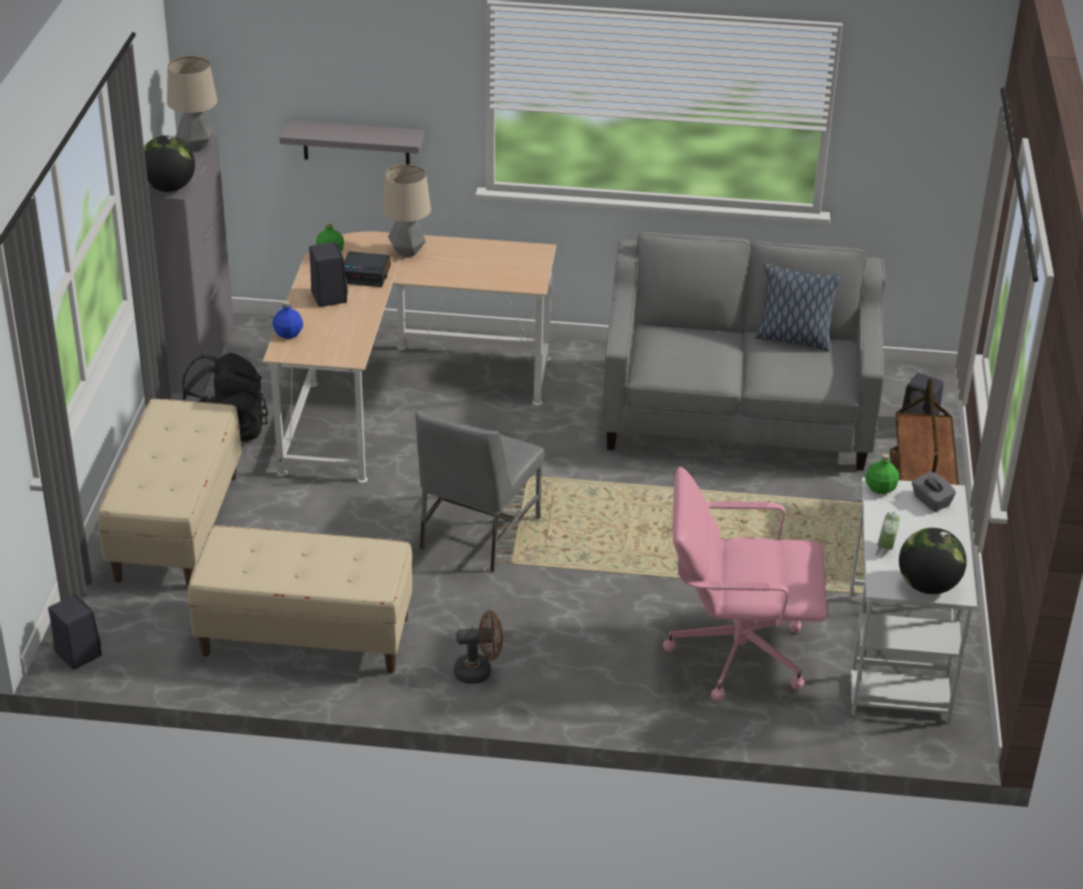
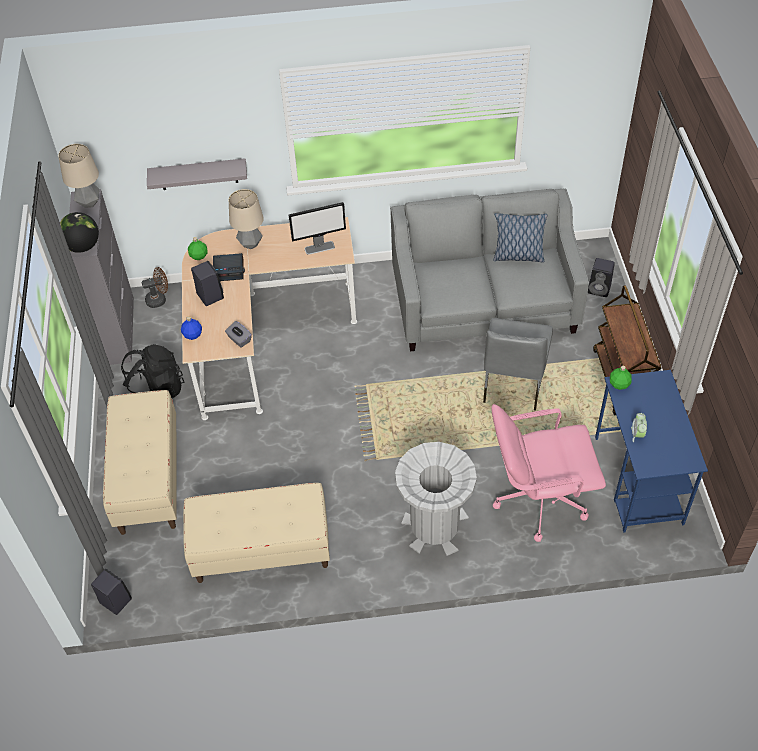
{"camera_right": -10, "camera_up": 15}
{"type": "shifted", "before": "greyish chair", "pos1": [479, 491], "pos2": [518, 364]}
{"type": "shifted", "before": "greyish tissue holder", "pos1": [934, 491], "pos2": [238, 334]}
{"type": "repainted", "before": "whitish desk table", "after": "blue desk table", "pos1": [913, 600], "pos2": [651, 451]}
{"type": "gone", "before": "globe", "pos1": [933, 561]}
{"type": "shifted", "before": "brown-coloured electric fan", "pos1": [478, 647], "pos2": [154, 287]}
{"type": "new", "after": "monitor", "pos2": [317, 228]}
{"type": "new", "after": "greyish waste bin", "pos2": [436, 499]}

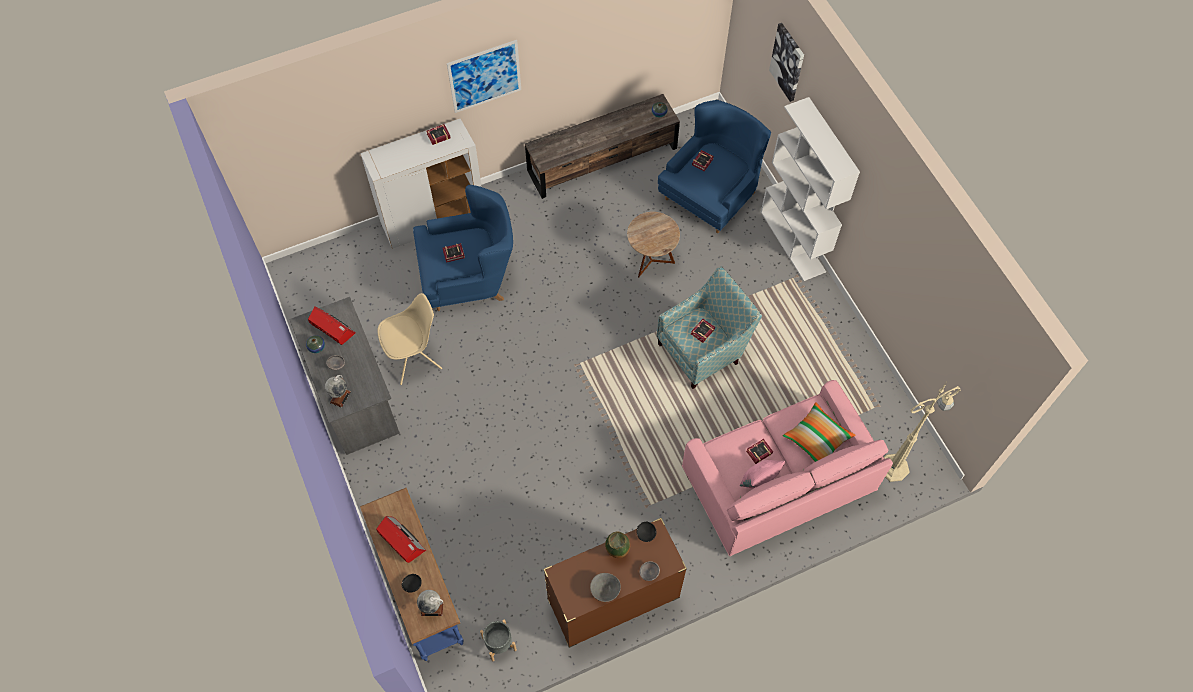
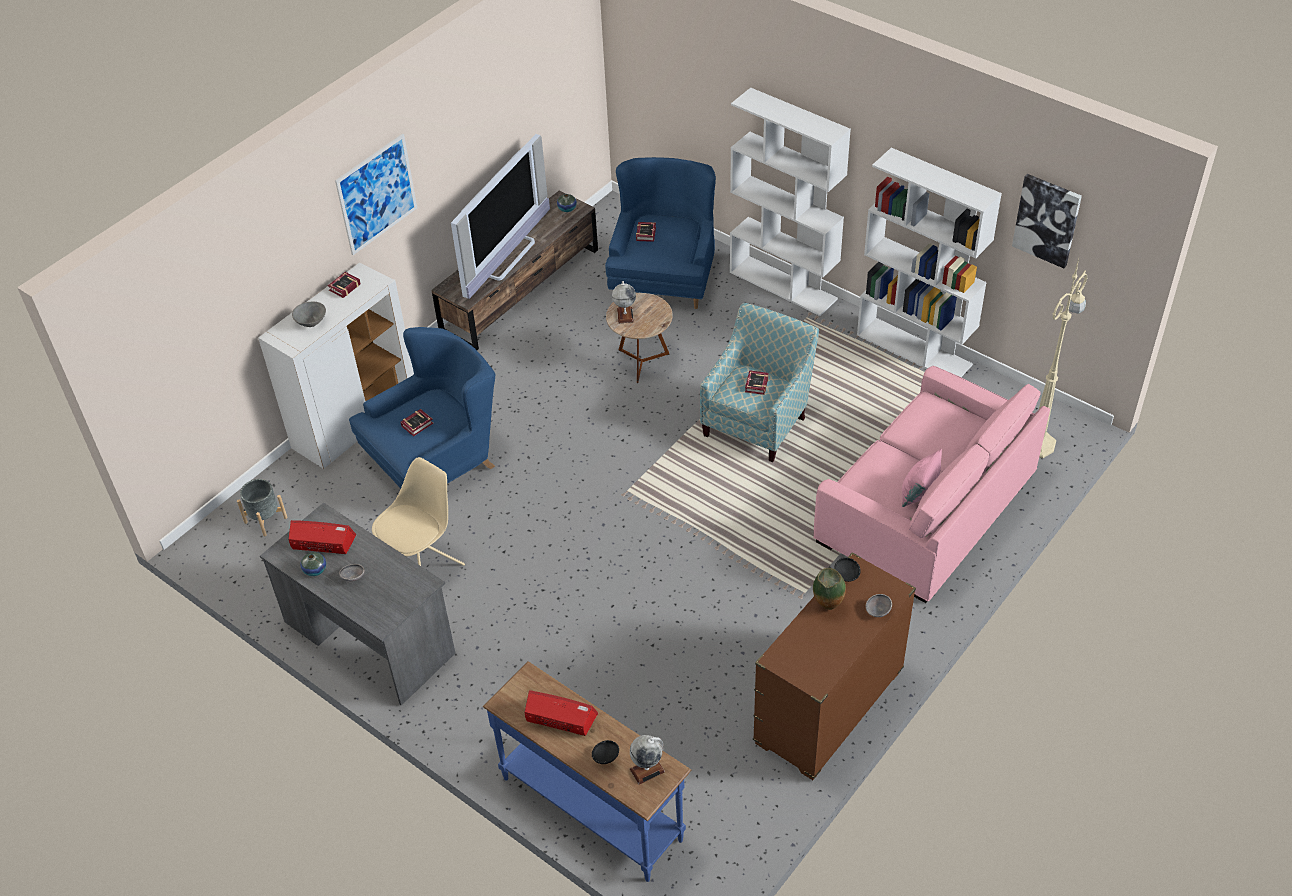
{"camera_right": -25, "camera_up": -15}
{"type": "shifted", "before": "wall picture", "pos1": [786, 62], "pos2": [1047, 221]}
{"type": "shifted", "before": "globe", "pos1": [338, 391], "pos2": [624, 302]}
{"type": "gone", "before": "throw pillow", "pos1": [819, 432]}
{"type": "gone", "before": "volume", "pos1": [759, 451]}
{"type": "shifted", "before": "greyish serving bowl", "pos1": [605, 587], "pos2": [309, 314]}
{"type": "shifted", "before": "greyish flower pot", "pos1": [498, 640], "pos2": [262, 508]}
{"type": "new", "after": "TV", "pos2": [500, 216]}
{"type": "new", "after": "whitish bookshelf", "pos2": [929, 262]}

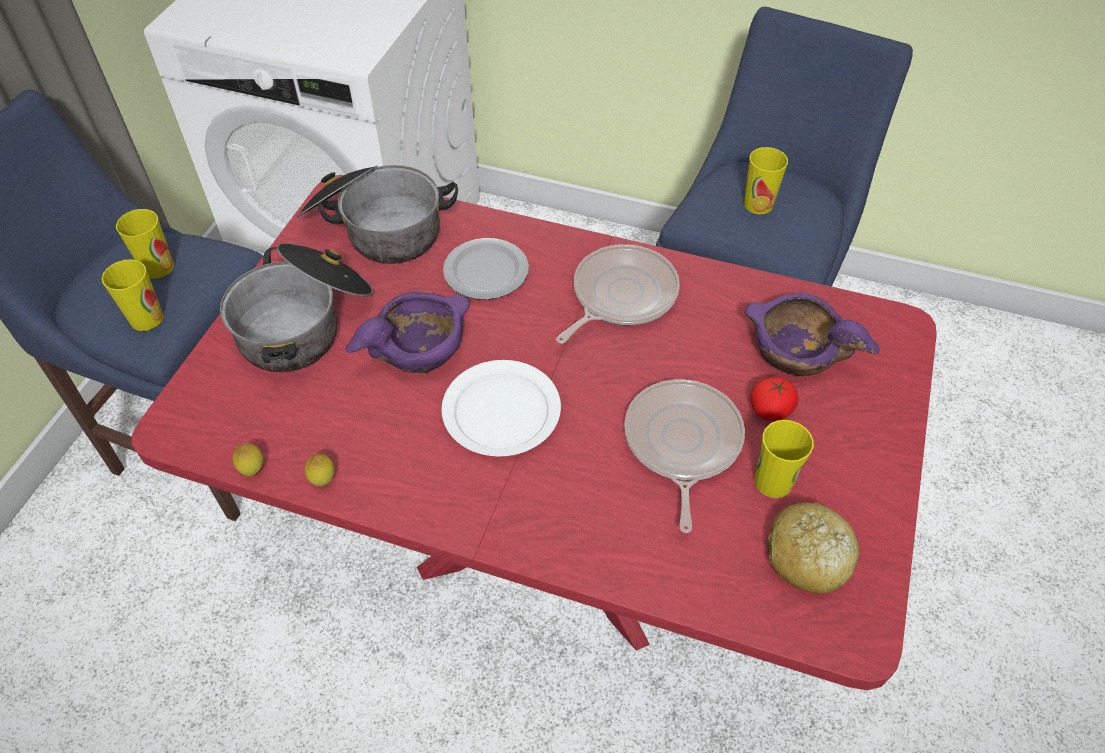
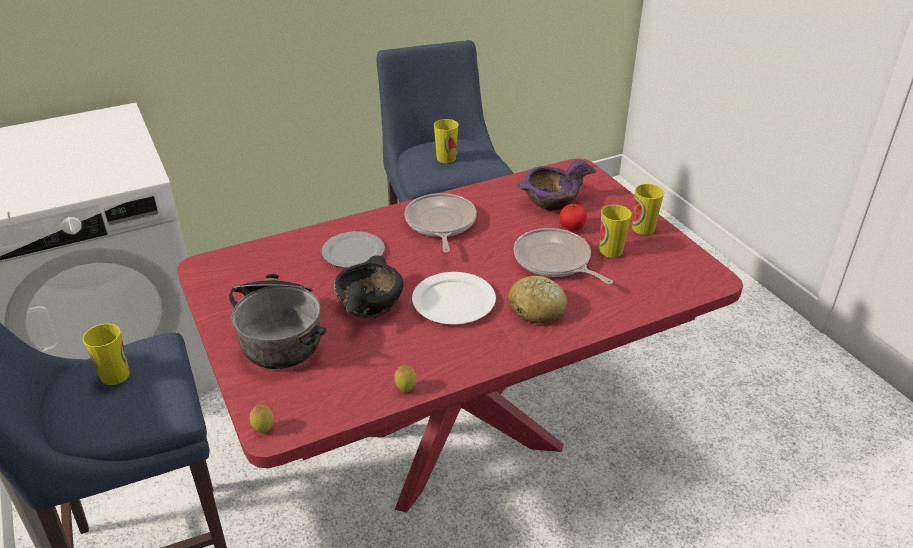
{"camera_right": -45, "camera_up": -15}
{"type": "gone", "before": "stockpot", "pos1": [377, 214]}
{"type": "shifted", "before": "drinking cup", "pos1": [133, 295], "pos2": [648, 209]}
{"type": "repainted", "before": "purple-coloured serving bowl", "after": "blackish serving bowl", "pos1": [407, 332], "pos2": [368, 287]}
{"type": "shifted", "before": "whole lemon", "pos1": [248, 459], "pos2": [262, 419]}
{"type": "shifted", "before": "baked bread", "pos1": [813, 548], "pos2": [537, 299]}

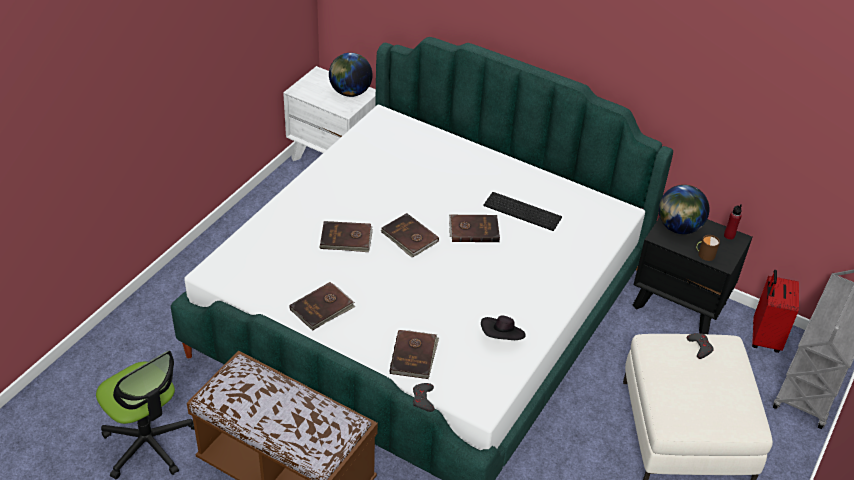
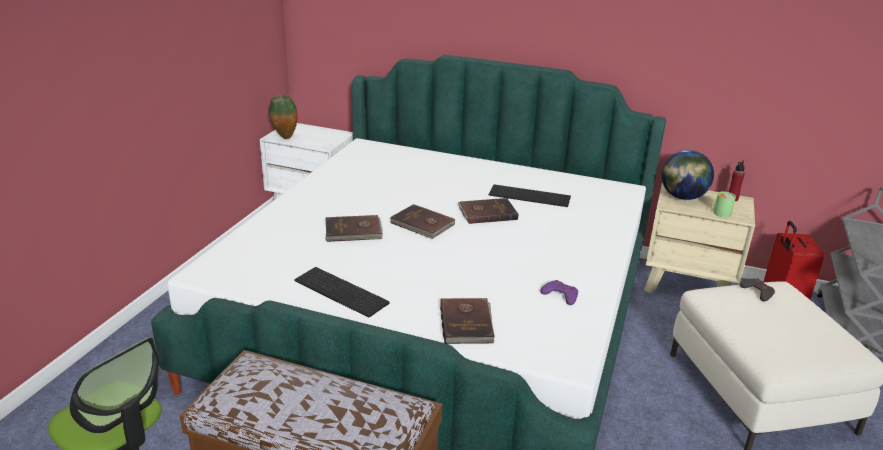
{"camera_right": -10, "camera_up": -15}
{"type": "gone", "before": "globe", "pos1": [351, 75]}
{"type": "repainted", "before": "blackish night table", "after": "sand-coloured night table", "pos1": [692, 275], "pos2": [699, 238]}
{"type": "repainted", "before": "brown-coloured mug", "after": "green mug", "pos1": [708, 248], "pos2": [723, 204]}
{"type": "swapped", "before": "brown-coloured volume", "after": "PC keyboard", "pos1": [322, 306], "pos2": [342, 292]}
{"type": "swapped", "before": "blackish hat", "after": "purple-coloured gamepad", "pos1": [503, 327], "pos2": [559, 292]}
{"type": "gone", "before": "greyish gamepad", "pos1": [423, 397]}
{"type": "new", "after": "vase", "pos2": [283, 117]}

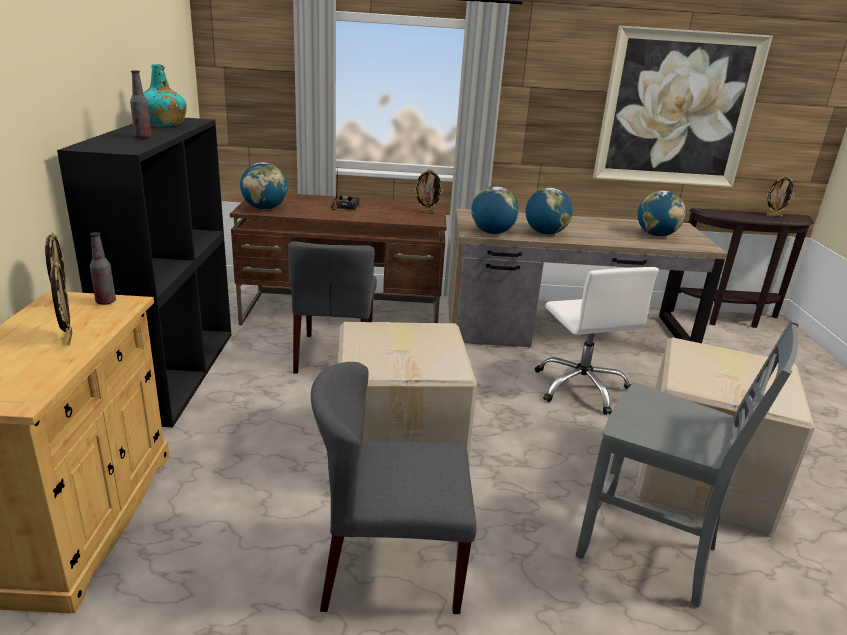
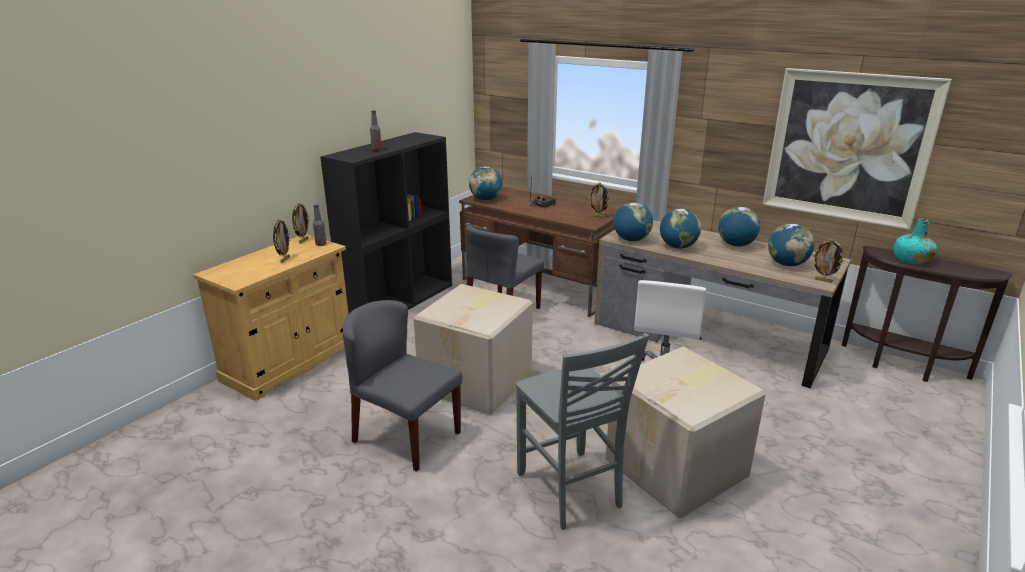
{"camera_right": 35, "camera_up": 0}
{"type": "shifted", "before": "blue-green drink bottle", "pos1": [165, 95], "pos2": [915, 242]}
{"type": "shifted", "before": "photo frame", "pos1": [780, 196], "pos2": [828, 261]}
{"type": "new", "after": "globe", "pos2": [739, 226]}

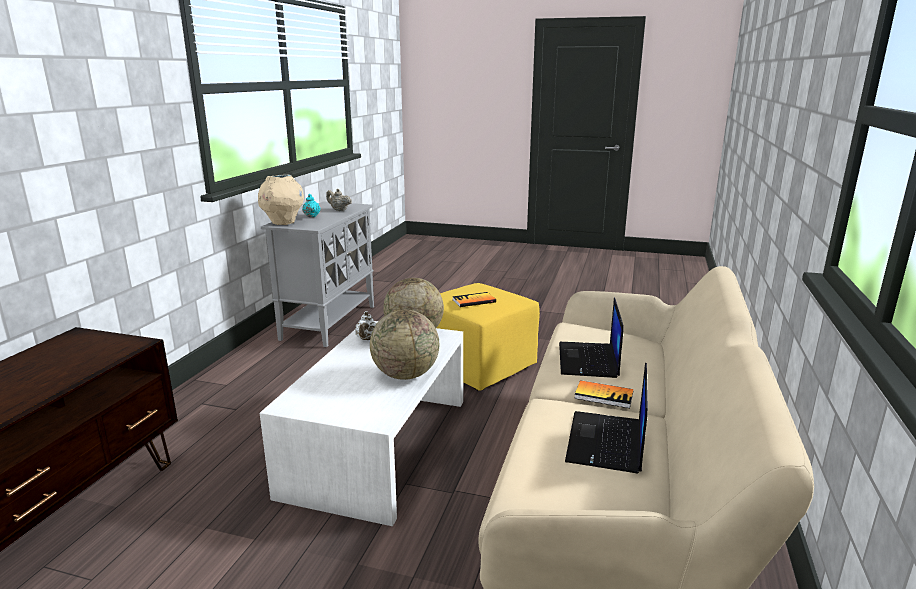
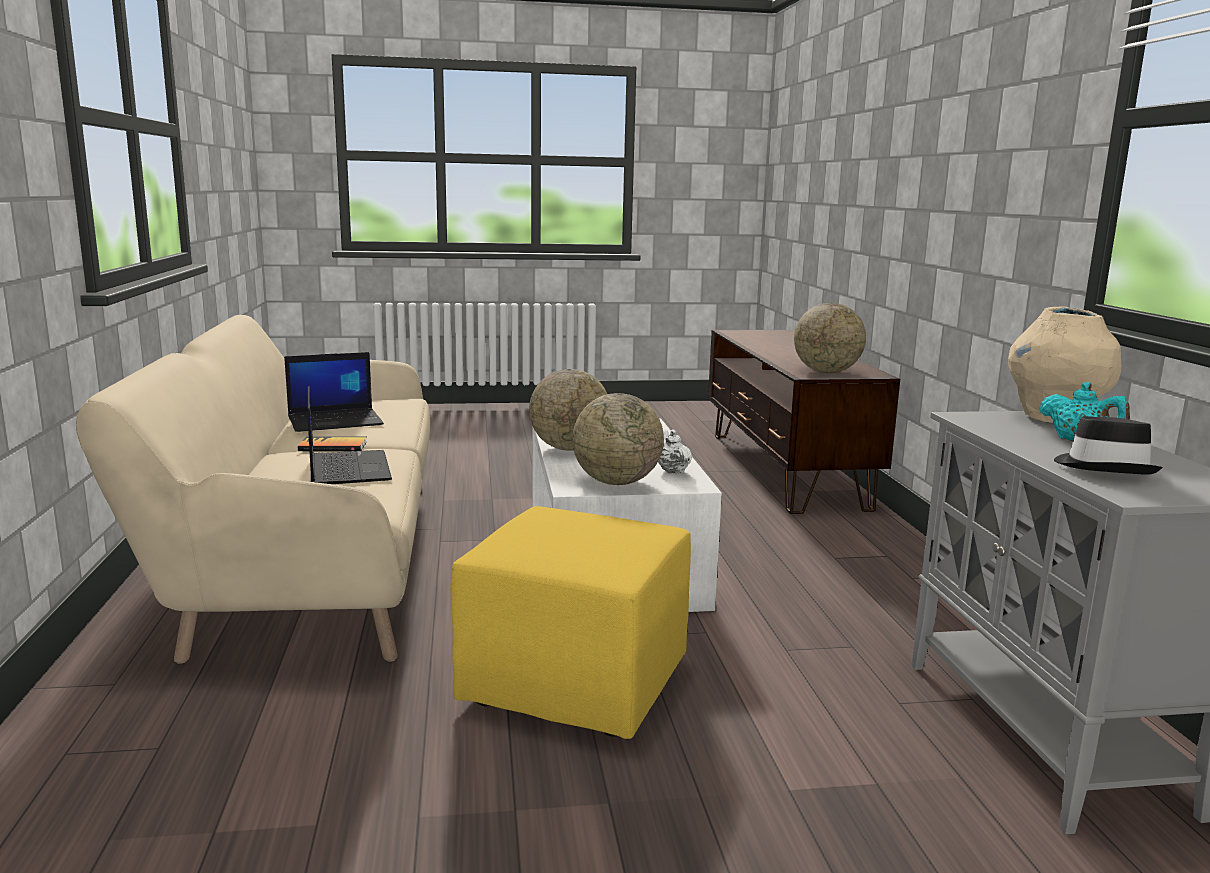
{"camera_right": 155, "camera_up": -5}
{"type": "swapped", "before": "sand-coloured teapot", "after": "blackish hat", "pos1": [339, 200], "pos2": [1108, 445]}
{"type": "gone", "before": "volume", "pos1": [474, 299]}
{"type": "rotated", "before": "laptop", "pos1": [606, 418], "pos2": [334, 392], "turn": 75}
{"type": "new", "after": "globe", "pos2": [830, 338]}

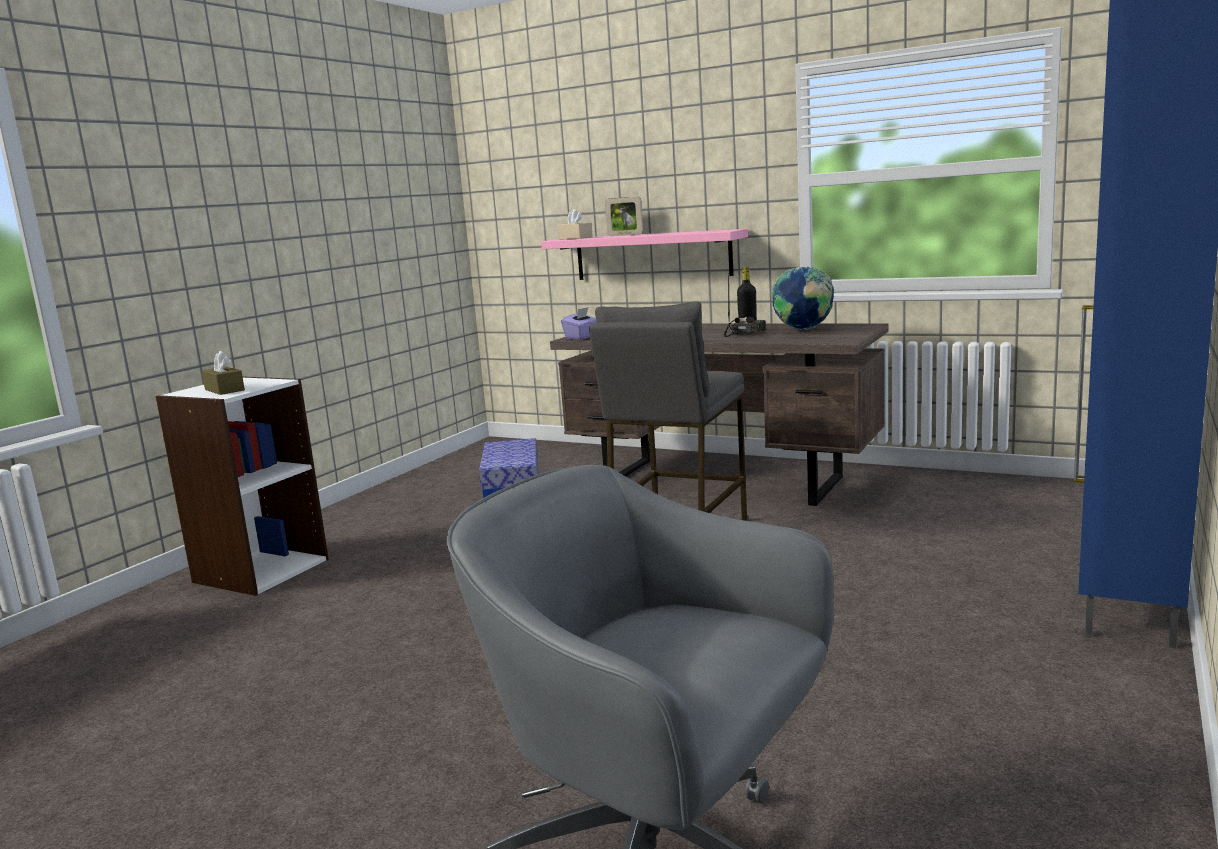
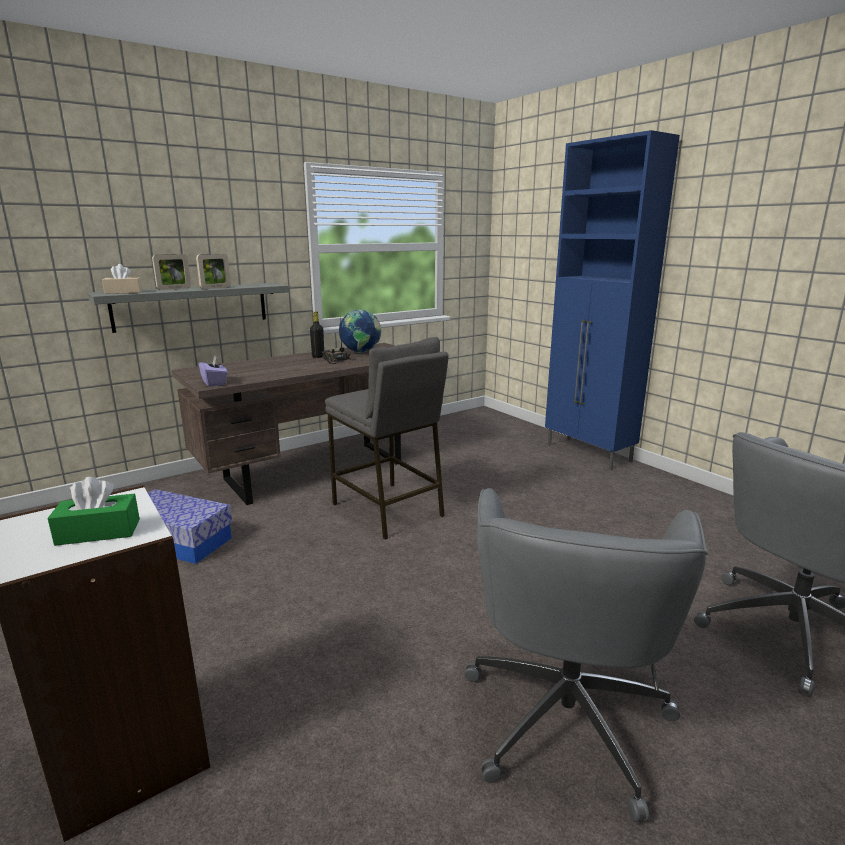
{"camera_right": -65, "camera_up": 5}
{"type": "repainted", "before": "pink shelf", "after": "greyish shelf", "pos1": [644, 254], "pos2": [189, 308]}
{"type": "repainted", "before": "brown-coloured tissue holder", "after": "green tissue holder", "pos1": [223, 373], "pos2": [93, 511]}
{"type": "new", "after": "photo frame", "pos2": [213, 271]}
{"type": "new", "after": "greyish desk chair", "pos2": [586, 655]}

